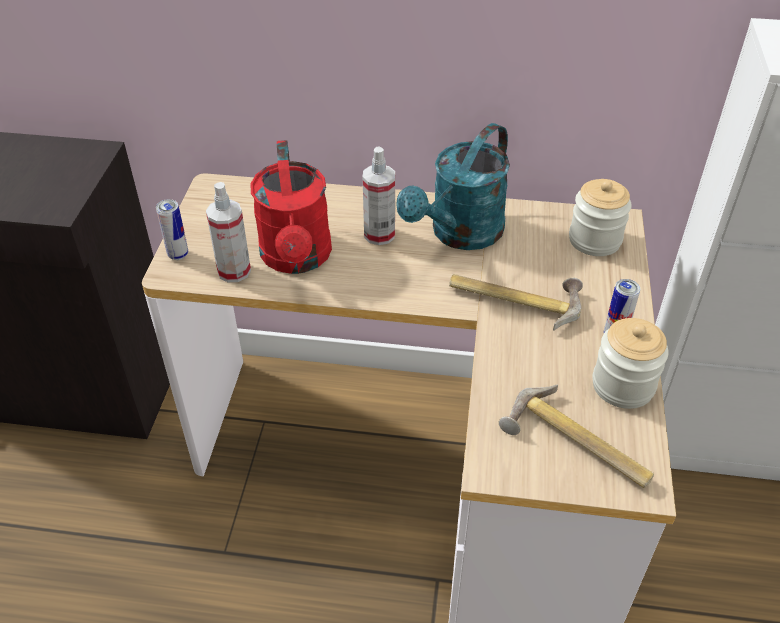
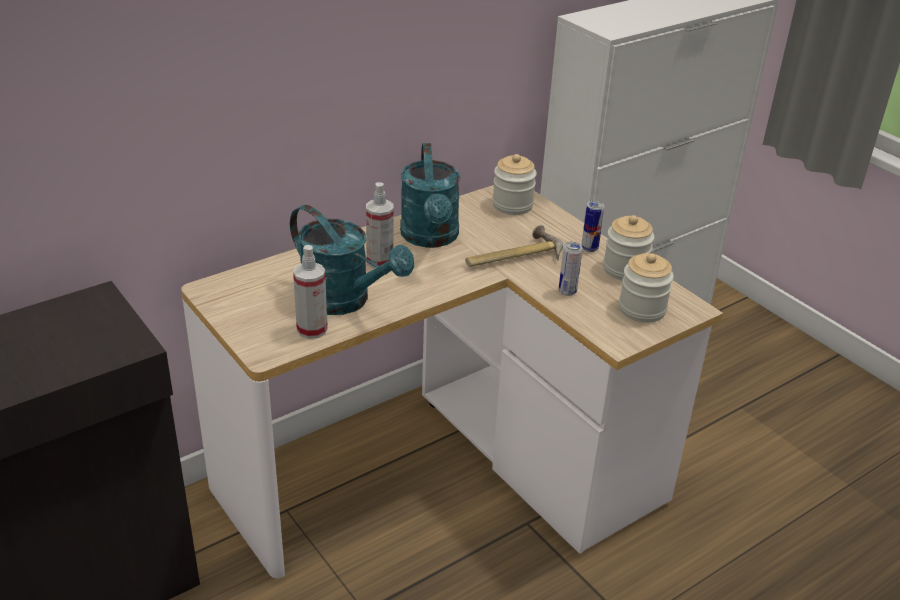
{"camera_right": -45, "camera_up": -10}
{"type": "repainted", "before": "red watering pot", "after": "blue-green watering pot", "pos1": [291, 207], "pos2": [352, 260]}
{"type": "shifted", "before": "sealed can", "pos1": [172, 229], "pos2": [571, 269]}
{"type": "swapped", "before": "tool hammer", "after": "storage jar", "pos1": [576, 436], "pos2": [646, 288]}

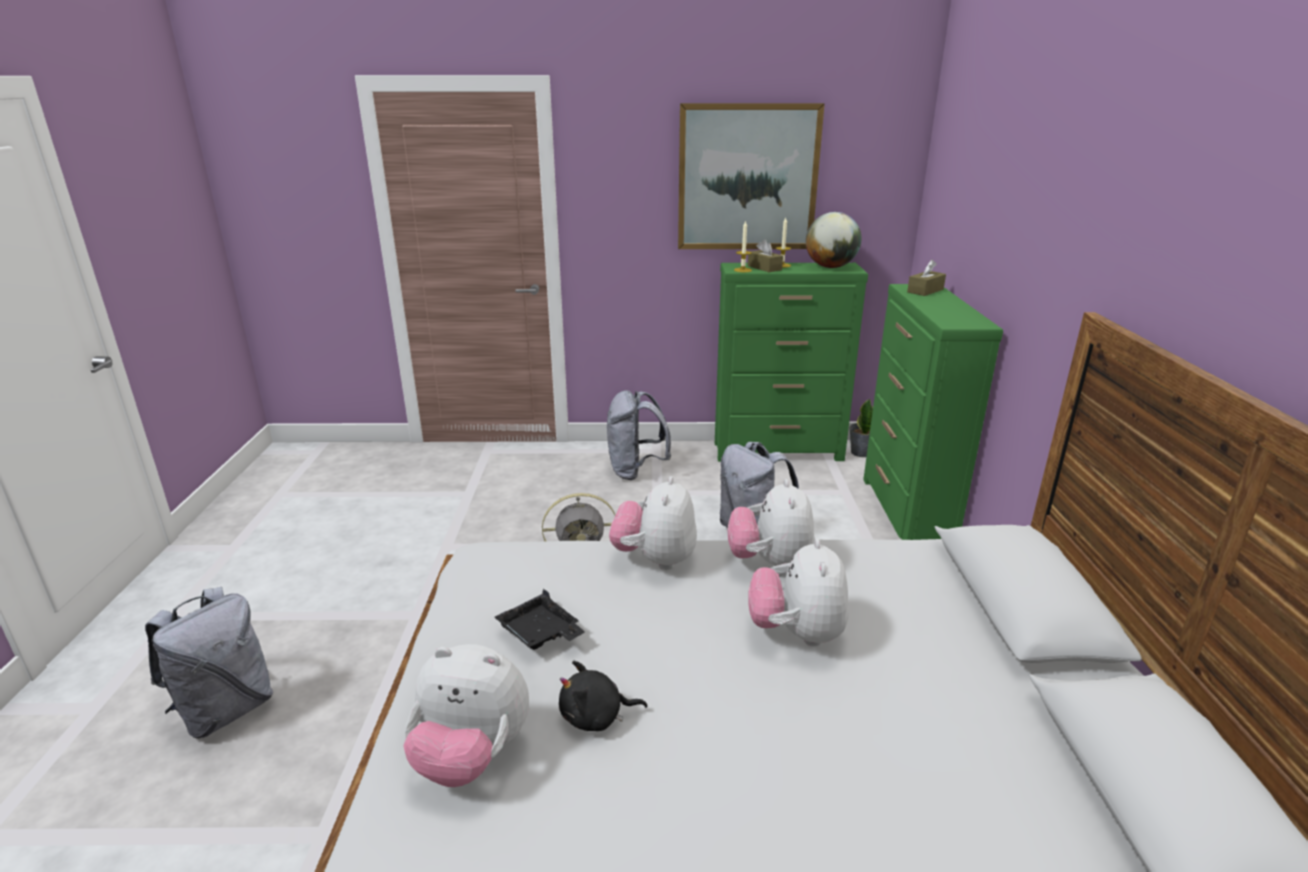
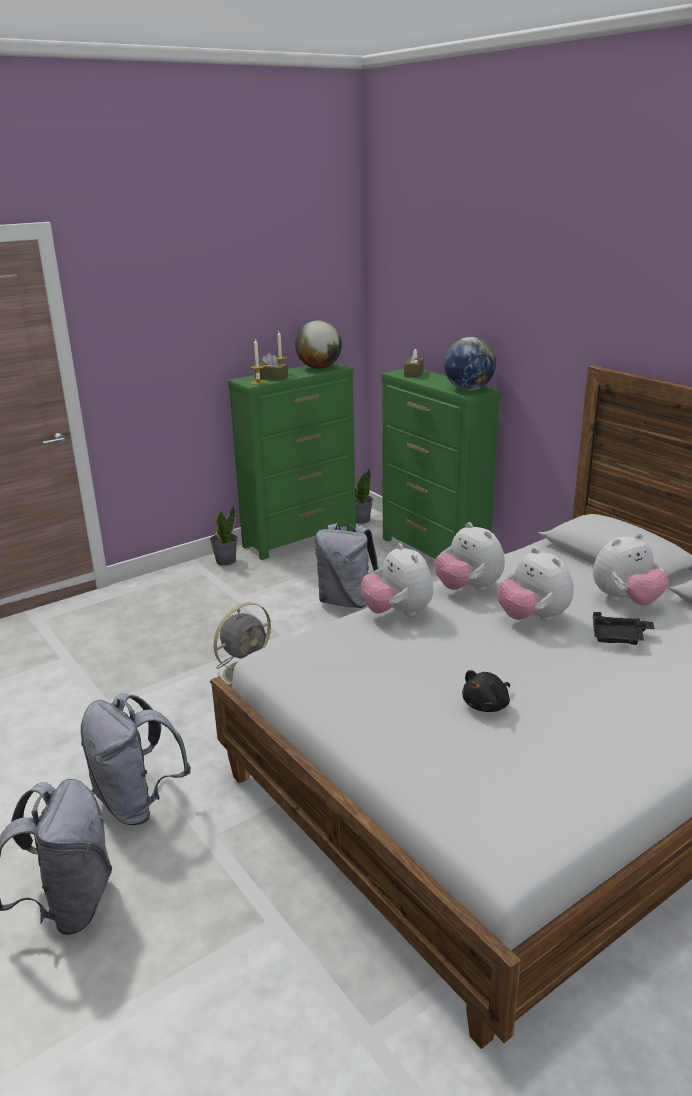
{"camera_right": -35, "camera_up": 0}
{"type": "gone", "before": "wall picture", "pos1": [751, 176]}
{"type": "shifted", "before": "greyish knapsack", "pos1": [639, 435], "pos2": [136, 759]}
{"type": "shifted", "before": "blackish serving tray", "pos1": [540, 619], "pos2": [623, 628]}
{"type": "shifted", "before": "soft toy", "pos1": [466, 715], "pos2": [631, 569]}
{"type": "new", "after": "globe", "pos2": [470, 364]}
{"type": "new", "after": "houseplant", "pos2": [224, 535]}

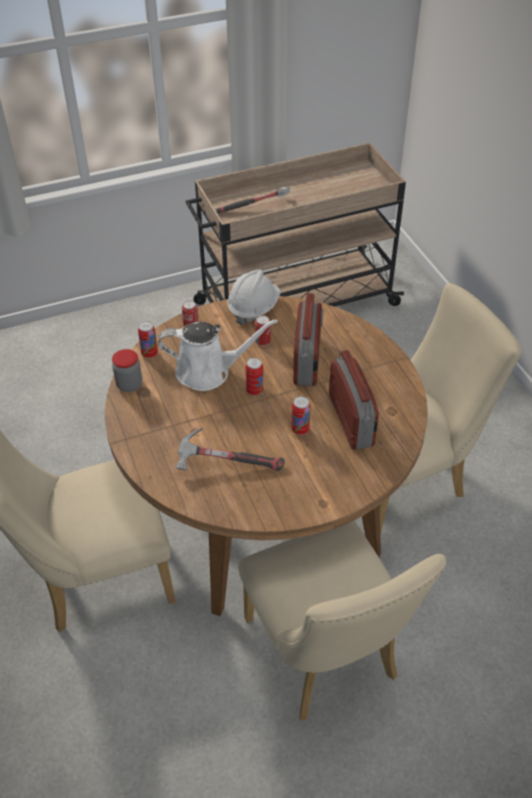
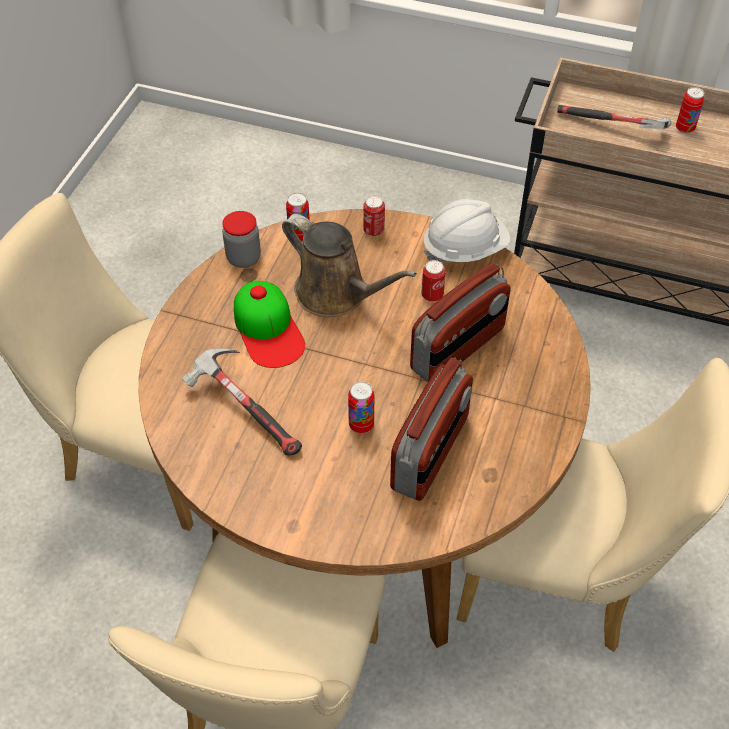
{"camera_right": 40, "camera_up": 5}
{"type": "repainted", "before": "whitish watering pot", "after": "brown-coloured watering pot", "pos1": [218, 355], "pos2": [349, 265]}
{"type": "shifted", "before": "sealed can", "pos1": [254, 377], "pos2": [690, 110]}
{"type": "new", "after": "baseball cap", "pos2": [269, 324]}

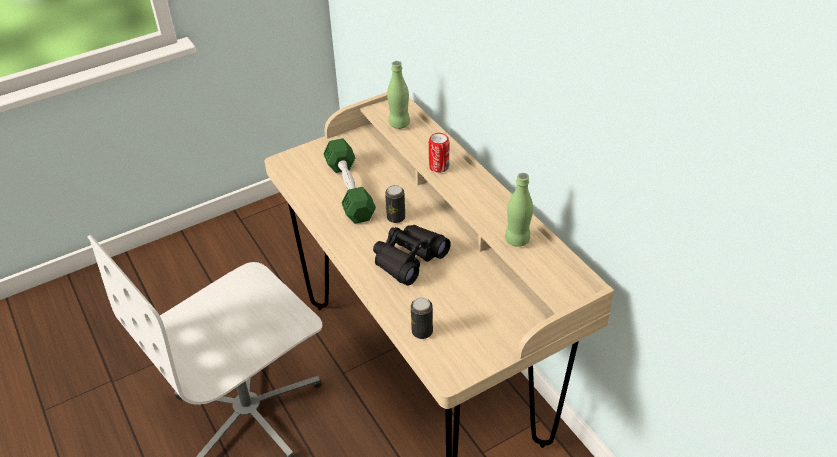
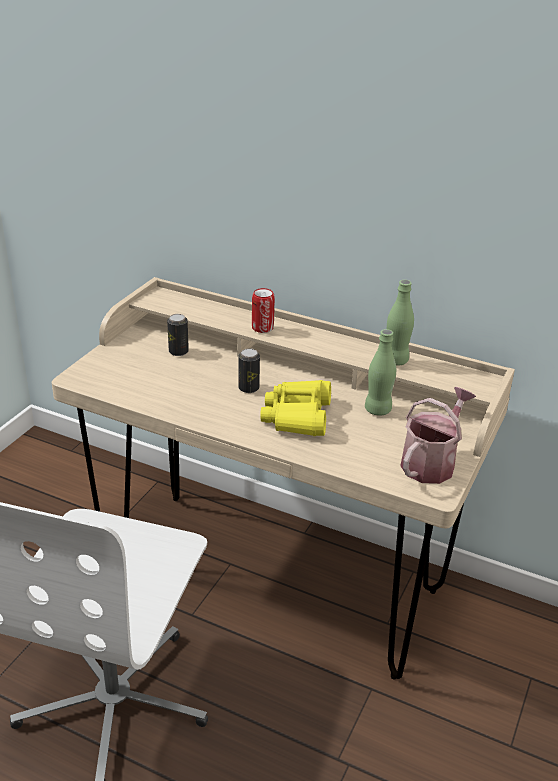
{"camera_right": -35, "camera_up": -10}
{"type": "shifted", "before": "green drink bottle", "pos1": [398, 95], "pos2": [380, 372]}
{"type": "gone", "before": "green dumbbell", "pos1": [349, 181]}
{"type": "repainted", "before": "blackish field glasses", "after": "yellow-coloured field glasses", "pos1": [412, 255], "pos2": [295, 408]}
{"type": "shifted", "before": "sealed can", "pos1": [422, 318], "pos2": [178, 335]}
{"type": "new", "after": "watering pot", "pos2": [438, 435]}

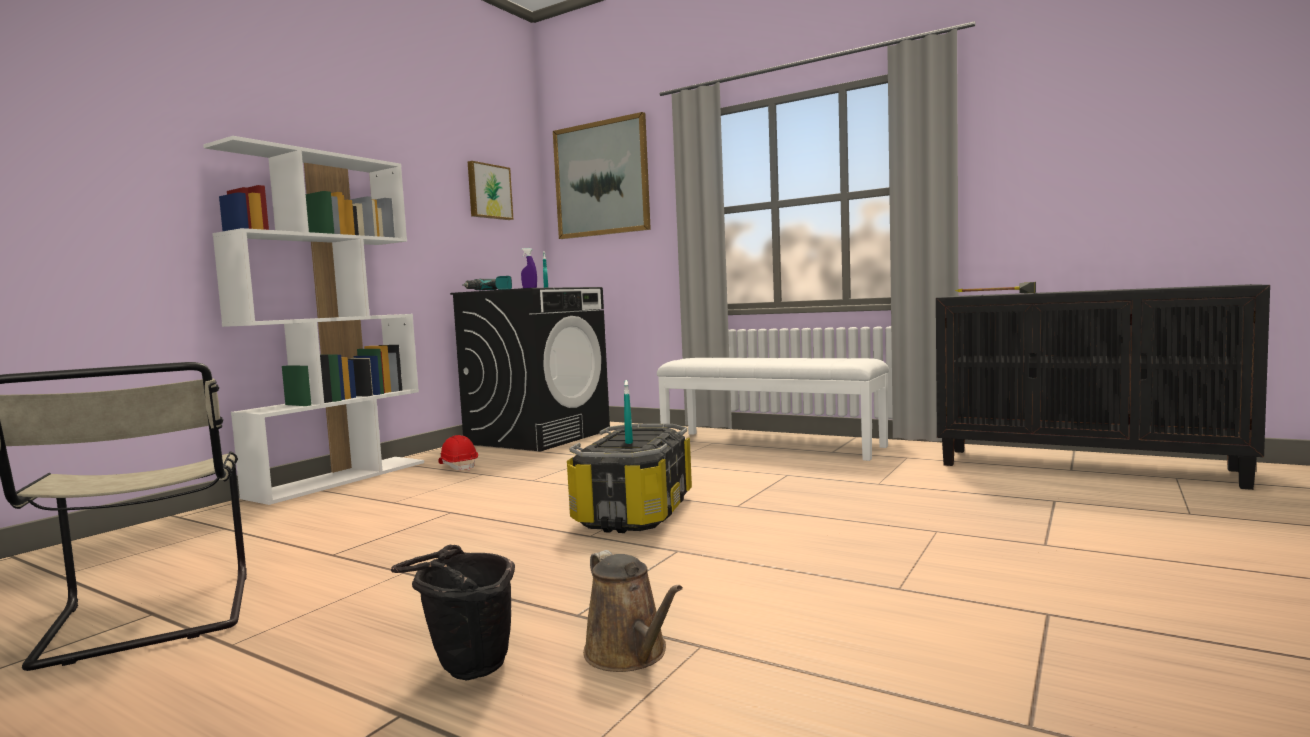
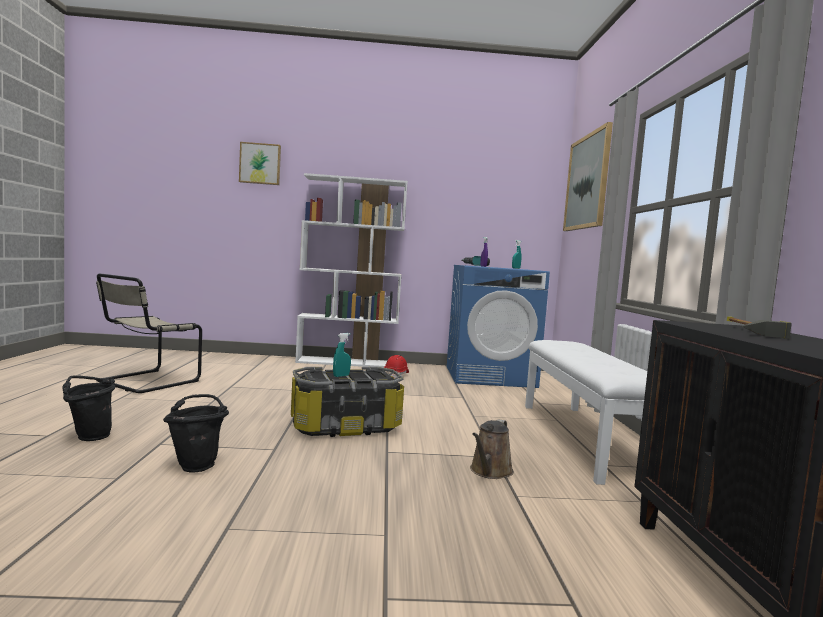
{"camera_right": 55, "camera_up": 0}
{"type": "shifted", "before": "wall picture", "pos1": [491, 190], "pos2": [260, 163]}
{"type": "repainted", "before": "blackish washing machine", "after": "blue washing machine", "pos1": [530, 369], "pos2": [498, 326]}
{"type": "shifted", "before": "brown-coloured watering pot", "pos1": [633, 611], "pos2": [492, 449]}
{"type": "new", "after": "blackish bucket", "pos2": [196, 433]}

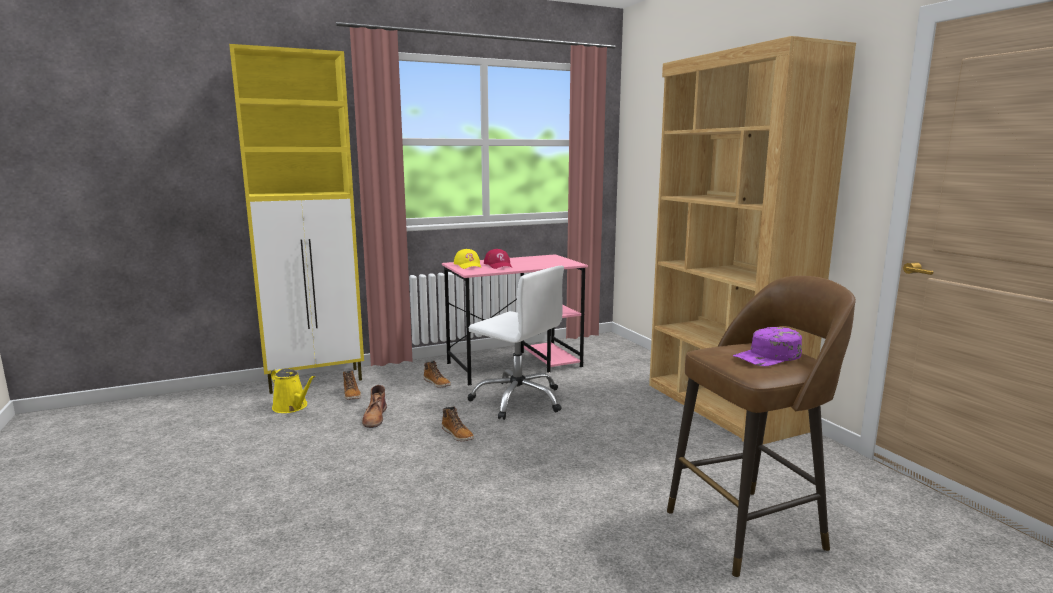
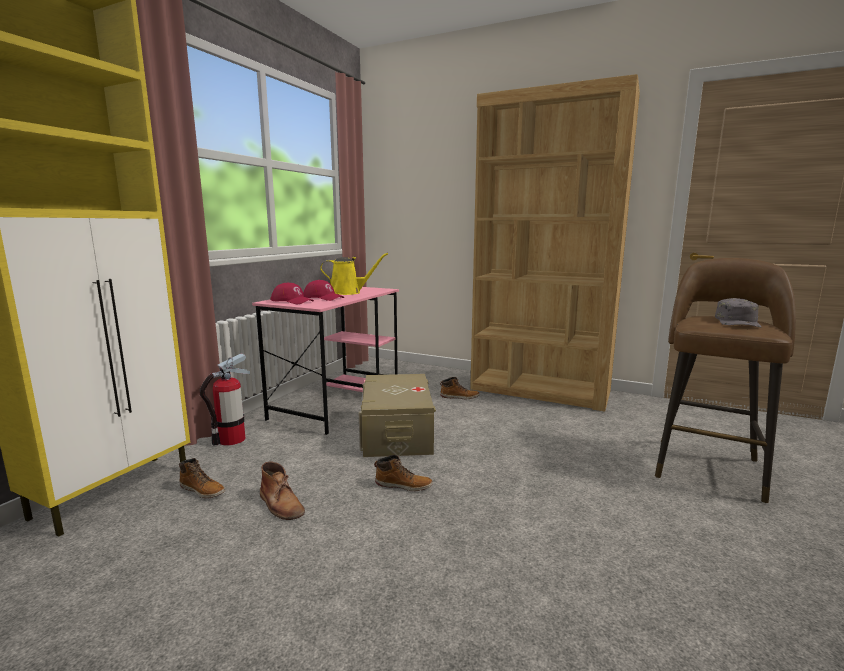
{"camera_right": -40, "camera_up": 0}
{"type": "repainted", "before": "yellow-coloured baseball cap", "after": "red baseball cap", "pos1": [467, 259], "pos2": [292, 293]}
{"type": "swapped", "before": "whitish desk chair", "after": "sand-coloured storage bin", "pos1": [516, 343], "pos2": [397, 415]}
{"type": "repainted", "before": "purple-coloured baseball cap", "after": "greyish baseball cap", "pos1": [767, 346], "pos2": [738, 312]}
{"type": "shifted", "before": "boot", "pos1": [437, 374], "pos2": [460, 388]}
{"type": "shifted", "before": "yellow-coloured watering pot", "pos1": [293, 390], "pos2": [354, 274]}
{"type": "new", "after": "fire extinguisher", "pos2": [225, 399]}

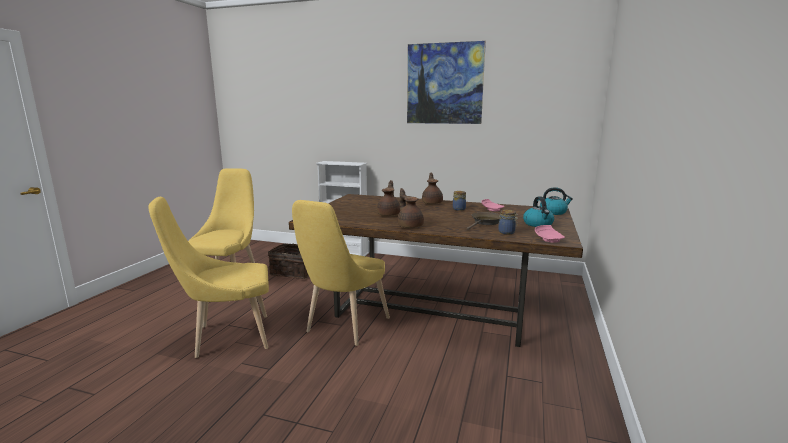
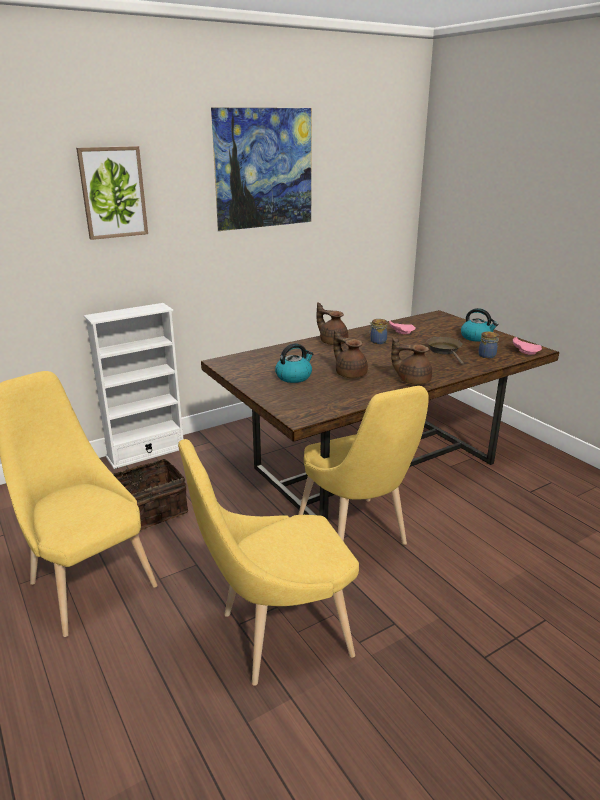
{"camera_right": -50, "camera_up": 10}
{"type": "shifted", "before": "kettle", "pos1": [556, 201], "pos2": [294, 363]}
{"type": "rotated", "before": "yellow-coloured chair", "pos1": [208, 277], "pos2": [268, 562], "turn": 45}
{"type": "new", "after": "wall picture", "pos2": [112, 193]}

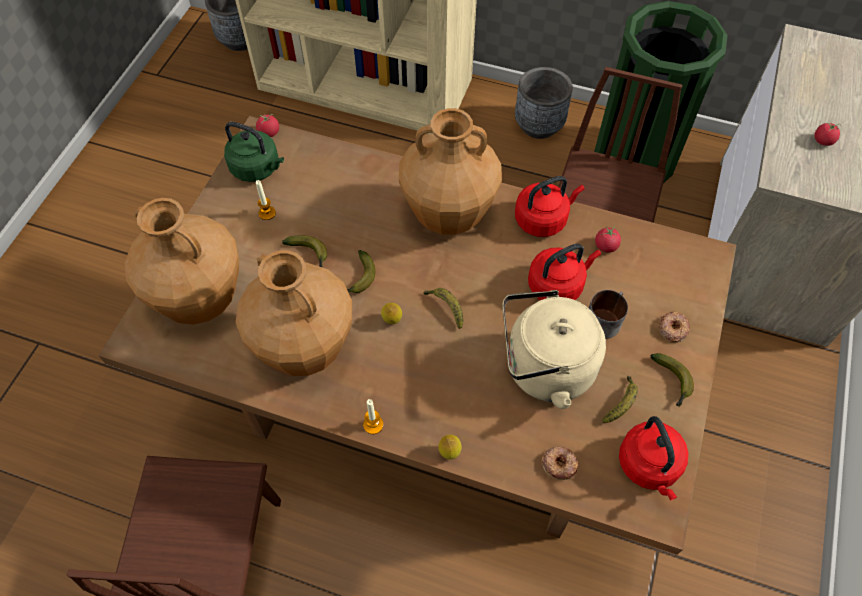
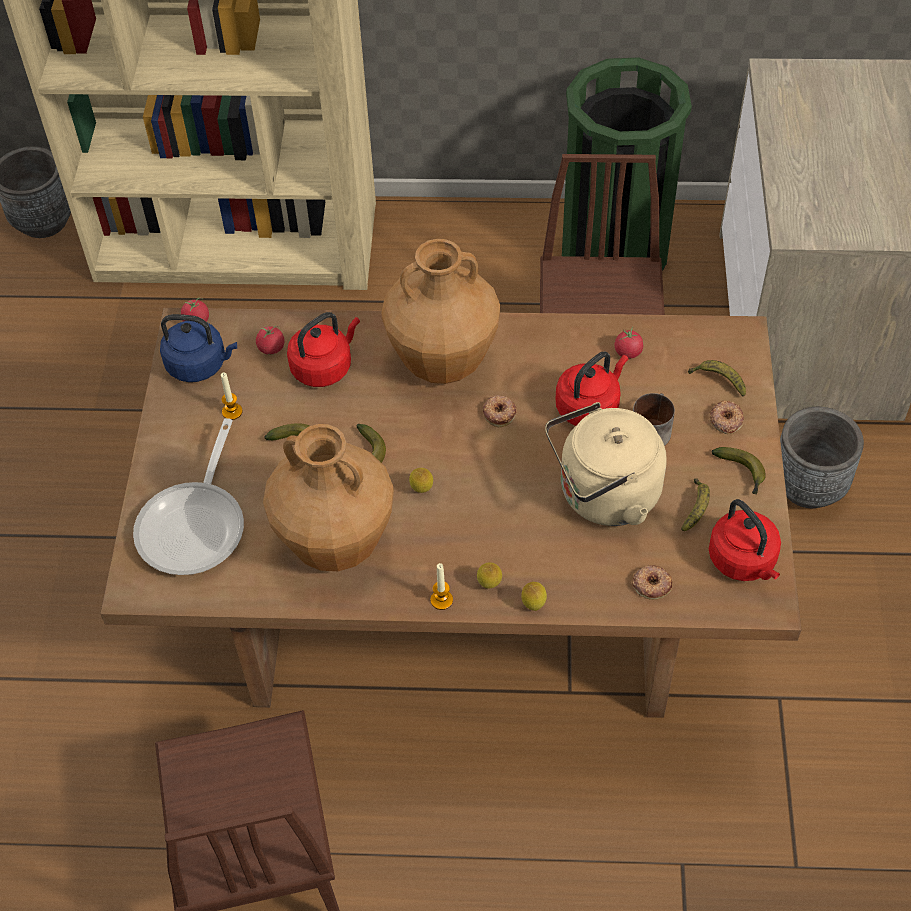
{"camera_right": -15, "camera_up": -5}
{"type": "shifted", "before": "greyish flower pot", "pos1": [544, 103], "pos2": [822, 457]}
{"type": "repainted", "before": "green kettle", "after": "blue kettle", "pos1": [254, 152], "pos2": [198, 348]}
{"type": "shifted", "before": "tomato", "pos1": [827, 134], "pos2": [270, 340]}
{"type": "shifted", "before": "red kettle", "pos1": [550, 206], "pos2": [323, 349]}
{"type": "swapped", "before": "brown-coloured vase", "after": "pan", "pos1": [182, 261], "pos2": [188, 496]}
{"type": "shifted", "before": "banana", "pos1": [443, 308], "pos2": [717, 378]}
{"type": "new", "after": "donut", "pos2": [500, 411]}
{"type": "new", "after": "whole lemon", "pos2": [489, 575]}

